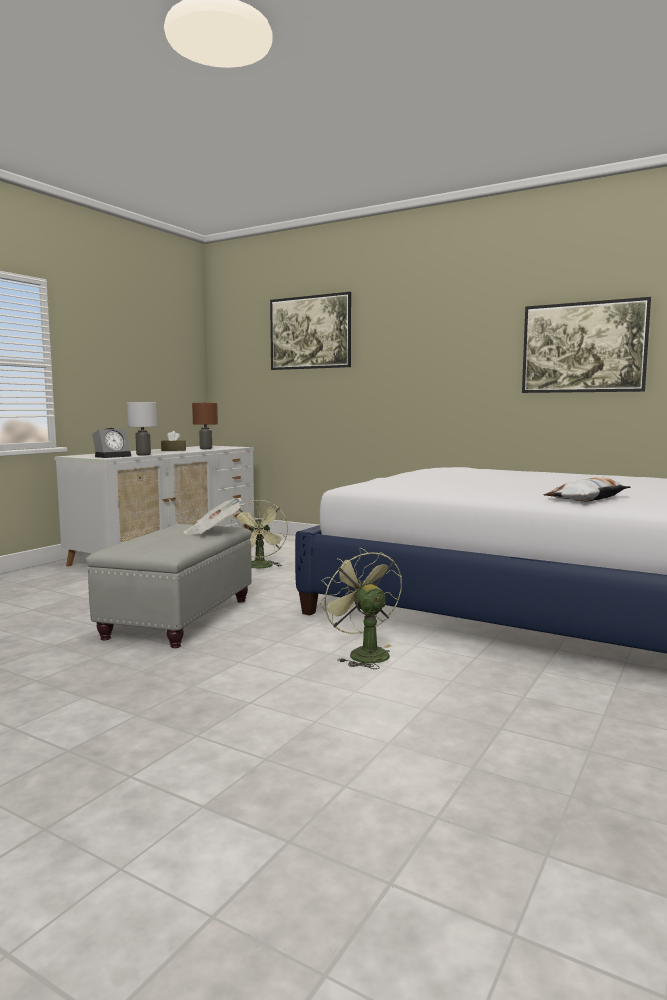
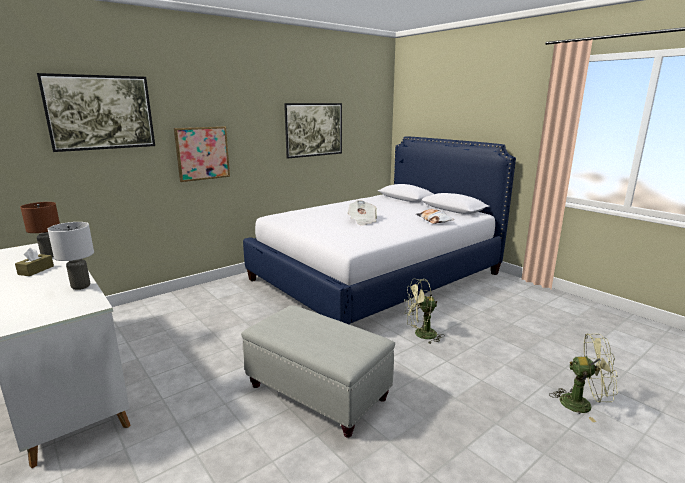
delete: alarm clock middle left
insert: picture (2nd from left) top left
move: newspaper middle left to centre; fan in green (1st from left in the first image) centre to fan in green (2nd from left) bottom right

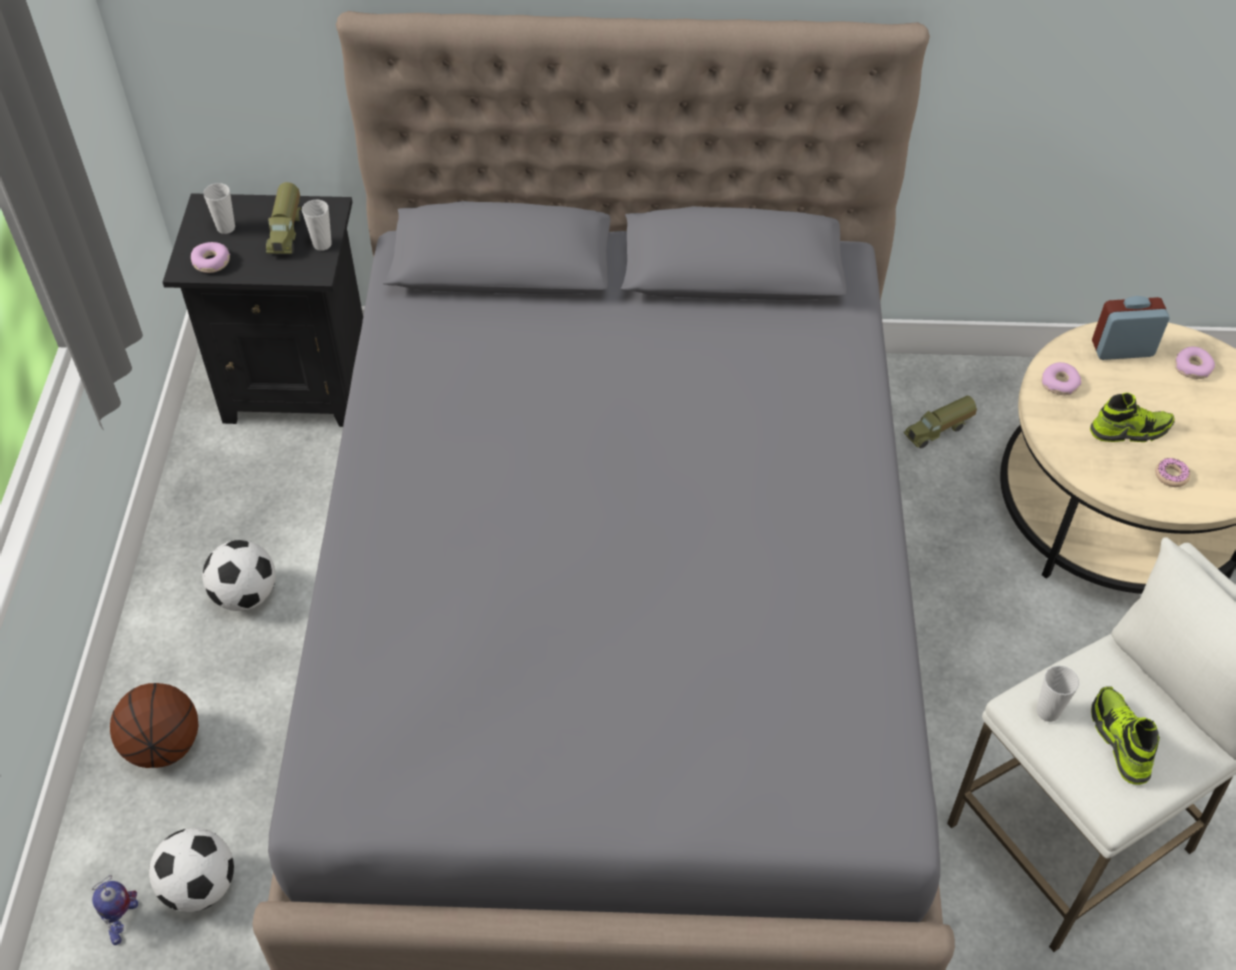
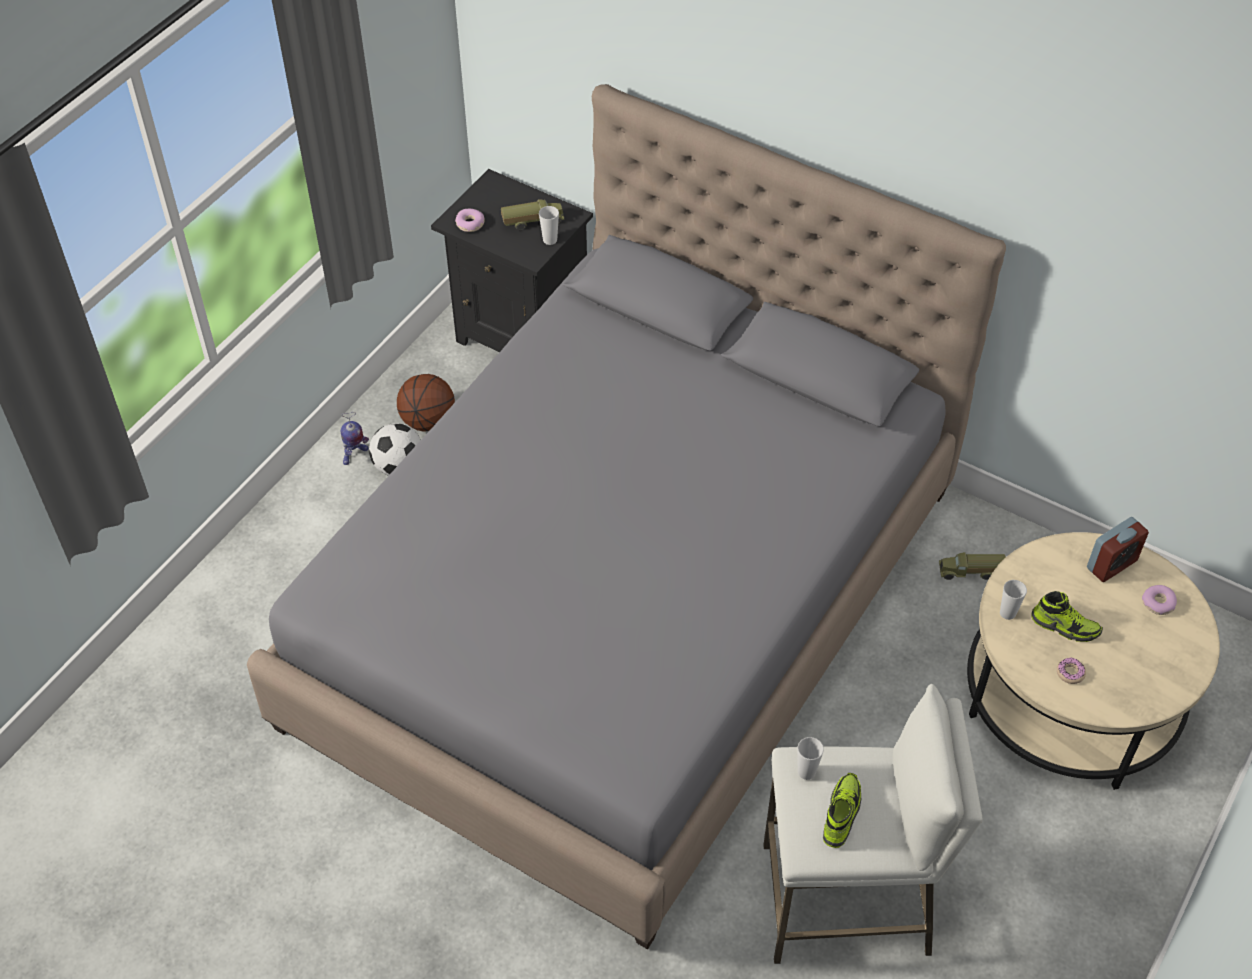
delete: football (1st from left) bottom left; donut (2nd from left) middle right
move: toy robot bottom left to middle left; basketball bottom left to centre; cup (1st from left in the first image) top left to cup (3rd from left) middle right
rotate: toy truck (1st from left) top left = top centre 135 degrees counterclockwise; alarm clock middle right = middle right 120 degrees clockwise

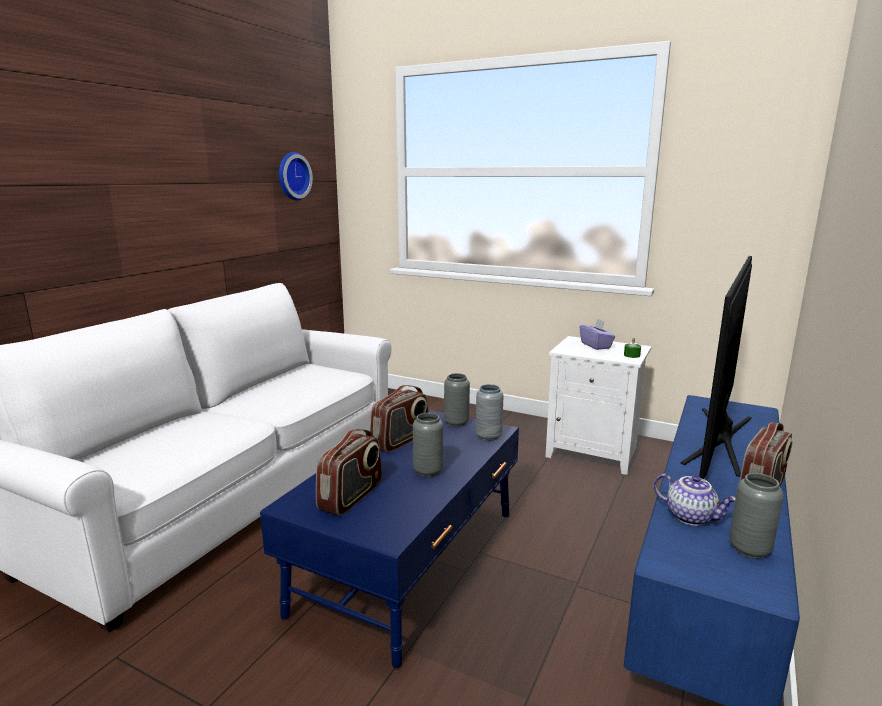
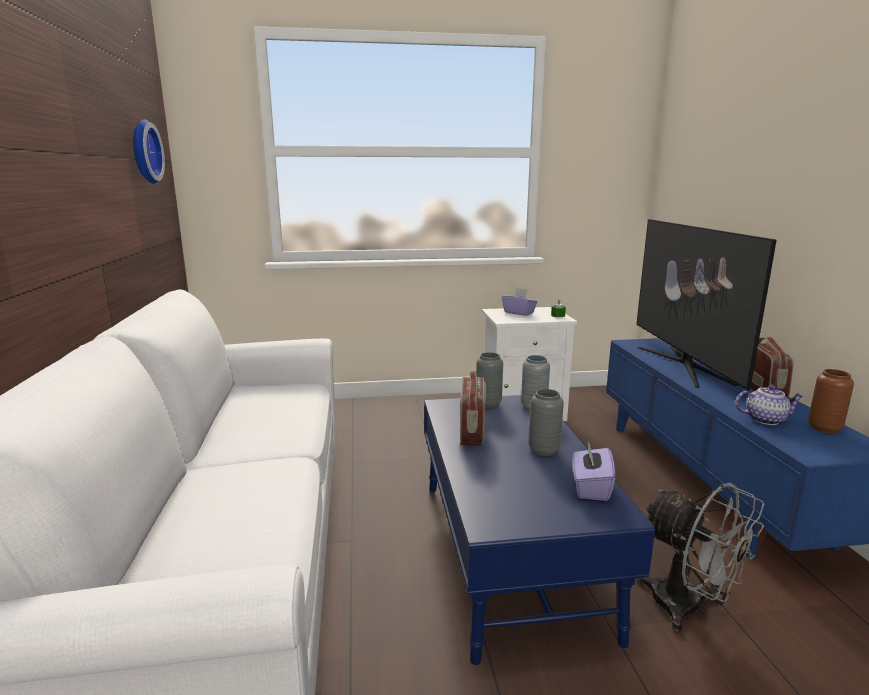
delete: radio (1st from left) bottom centre
insert: tissue box in purple (2nd from left) bottom right; fan in grey bottom right
recolor: vase in grey (4th from left) bottom right to vase in brown middle right

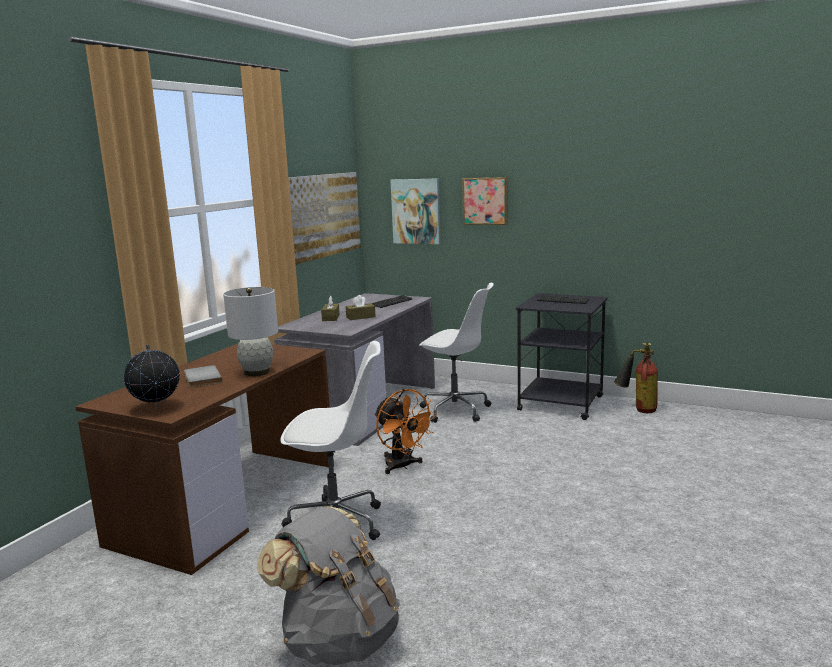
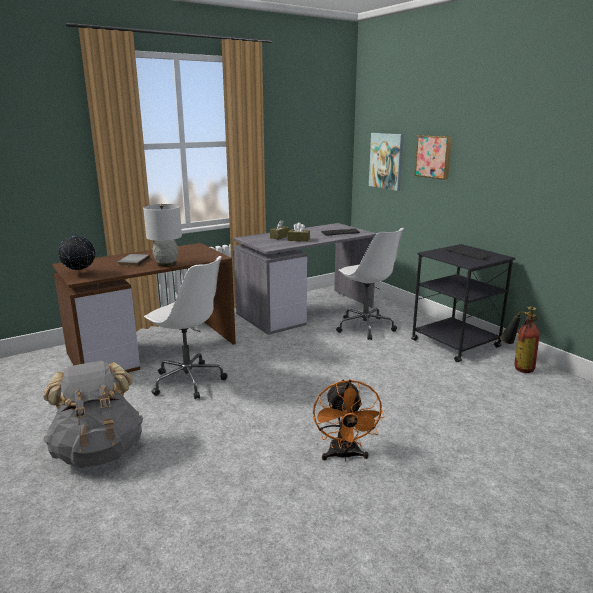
delete: picture (1st from left) top centre
move: fan in orange centre to bottom centre

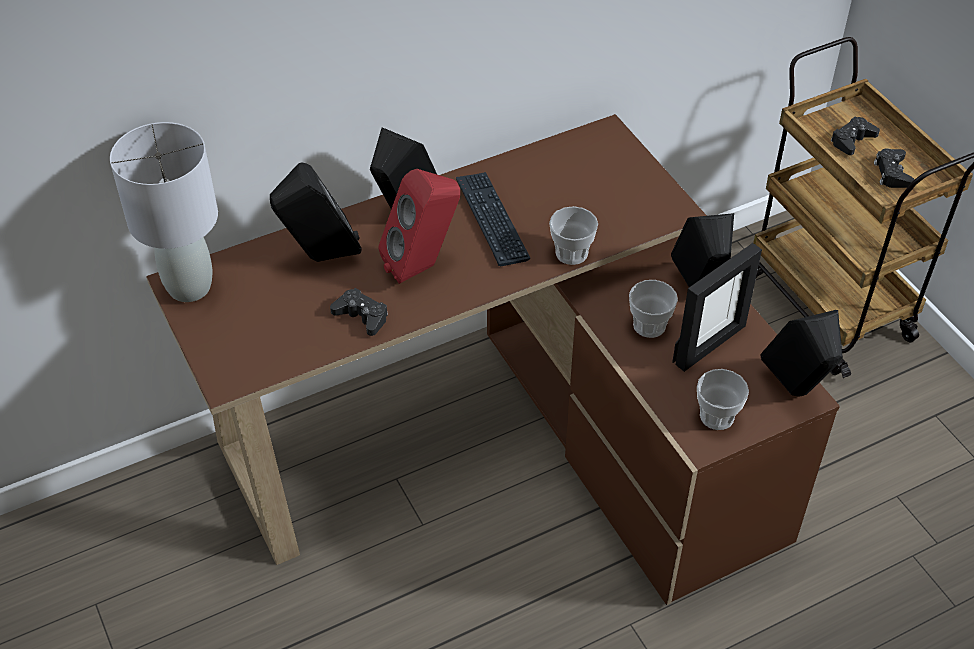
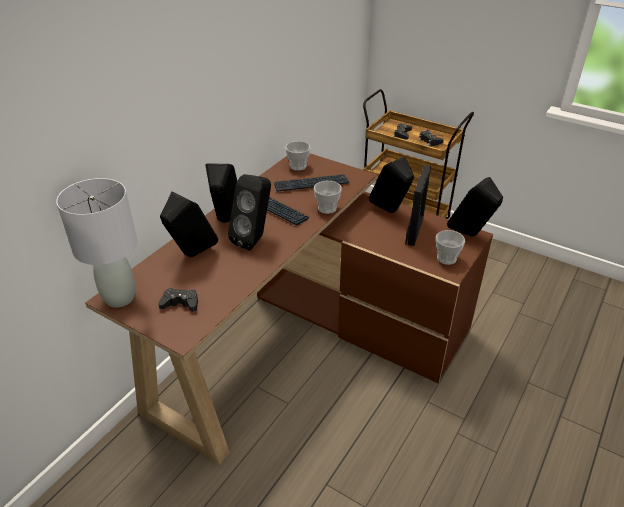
insert: keyboard (2nd from left) centre
move: game controller in black (1st from left) centre to middle left; cup (2nd from left in the first image) middle right to cup (1st from left) top centre
recolor: speaker in red centre to speaker in black (3rd from left) centre

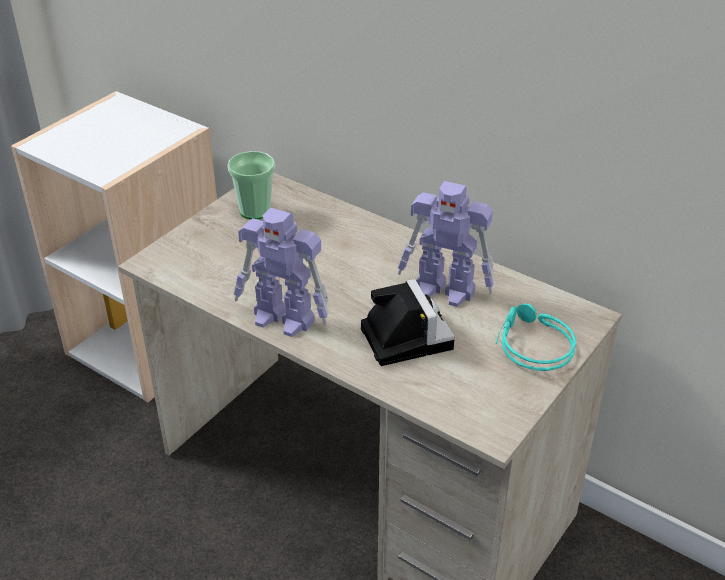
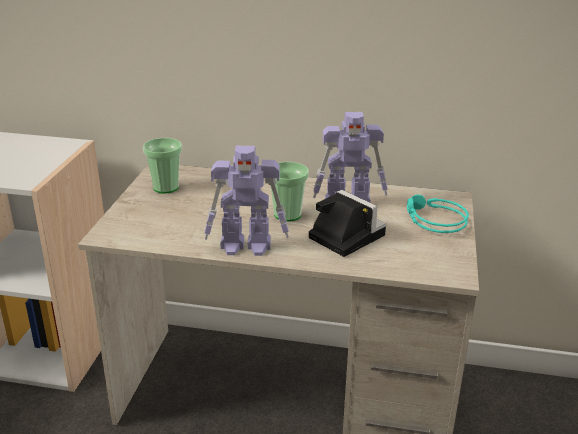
insert: cup (2nd from left) centre

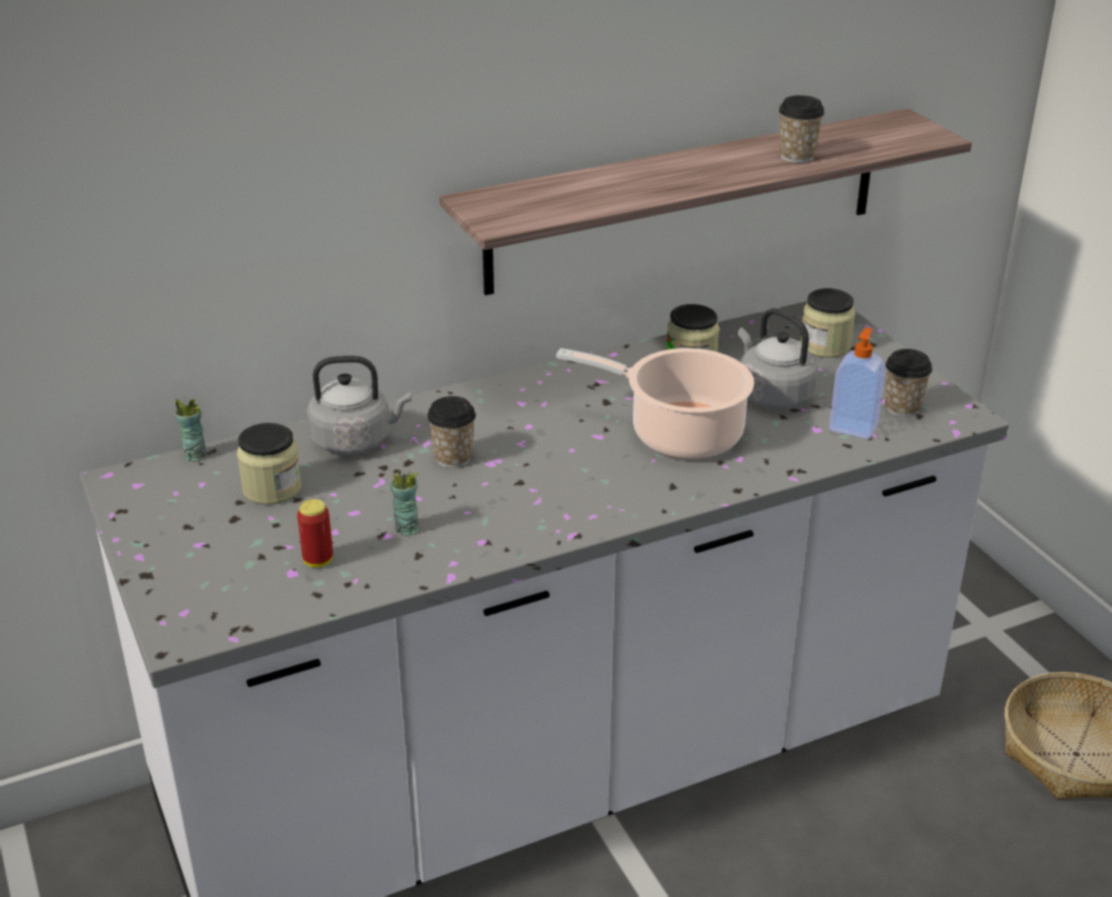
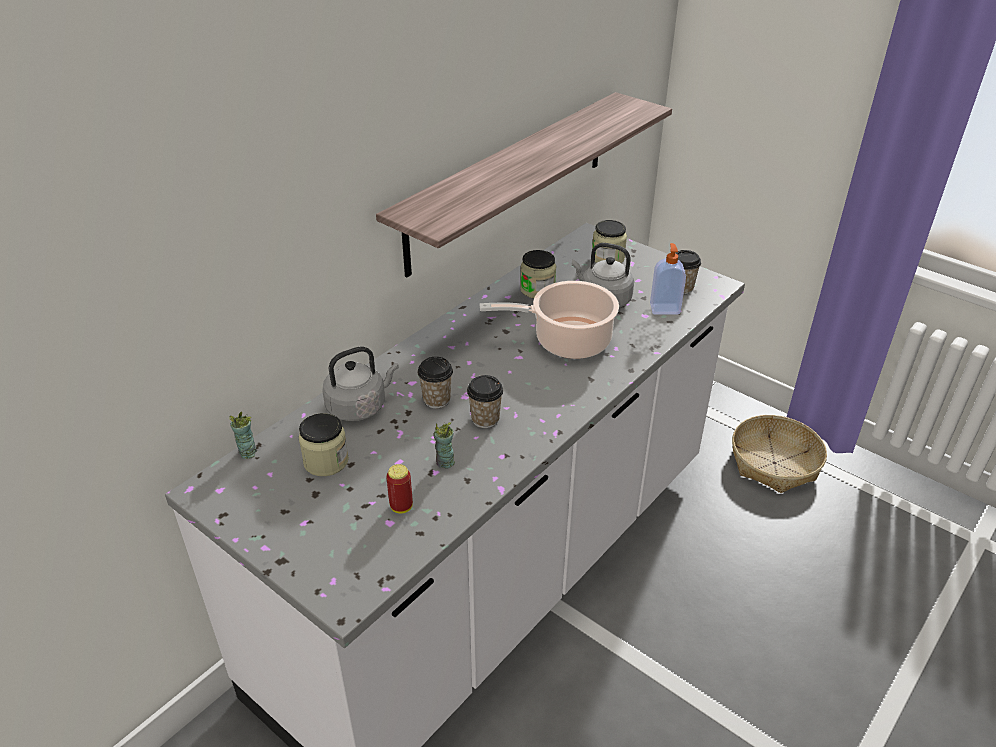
move: cup (4th from left) top right to centre

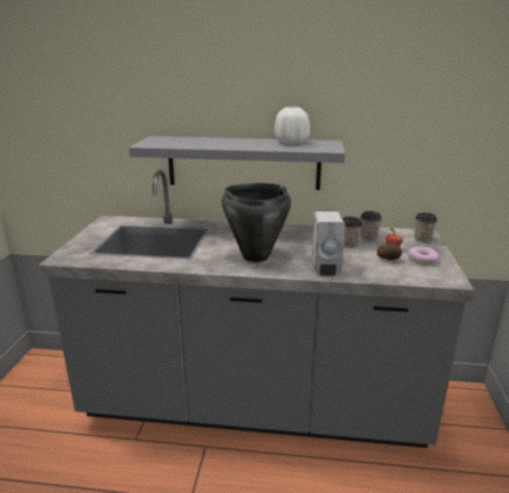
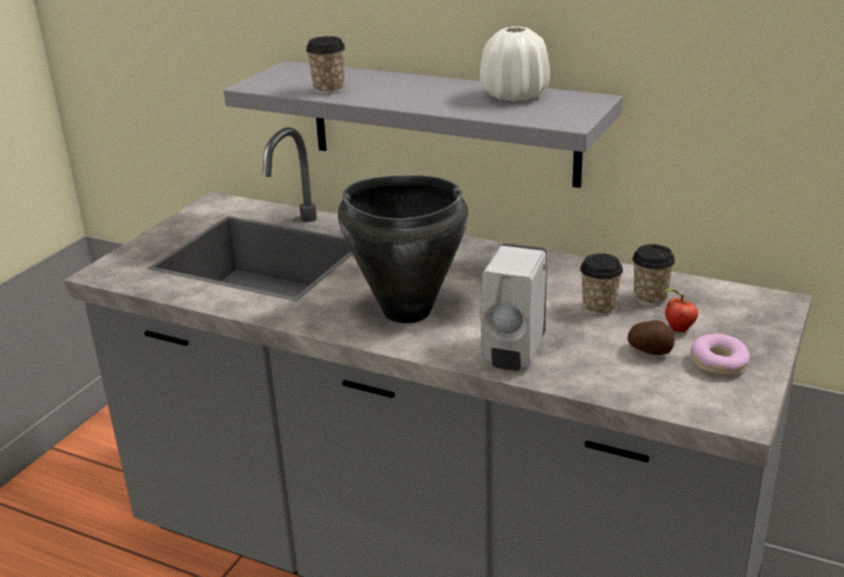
move: cup (3rd from left in the first image) middle right to cup (1st from left) top centre

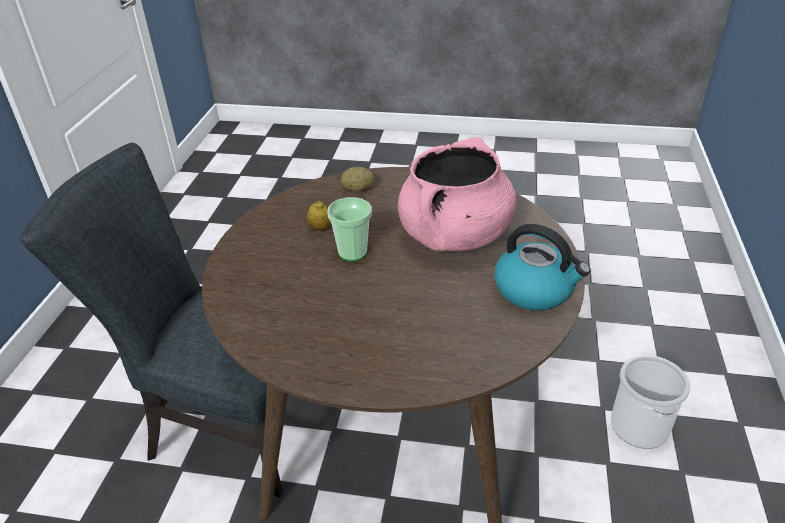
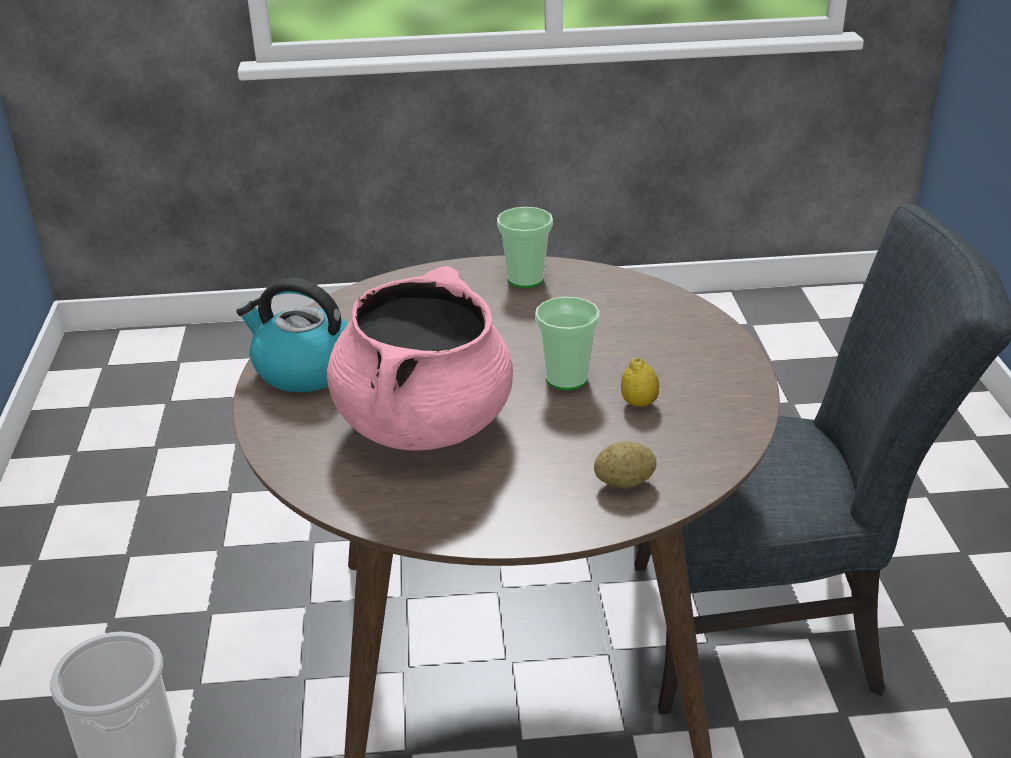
insert: cup (1st from left) top centre

